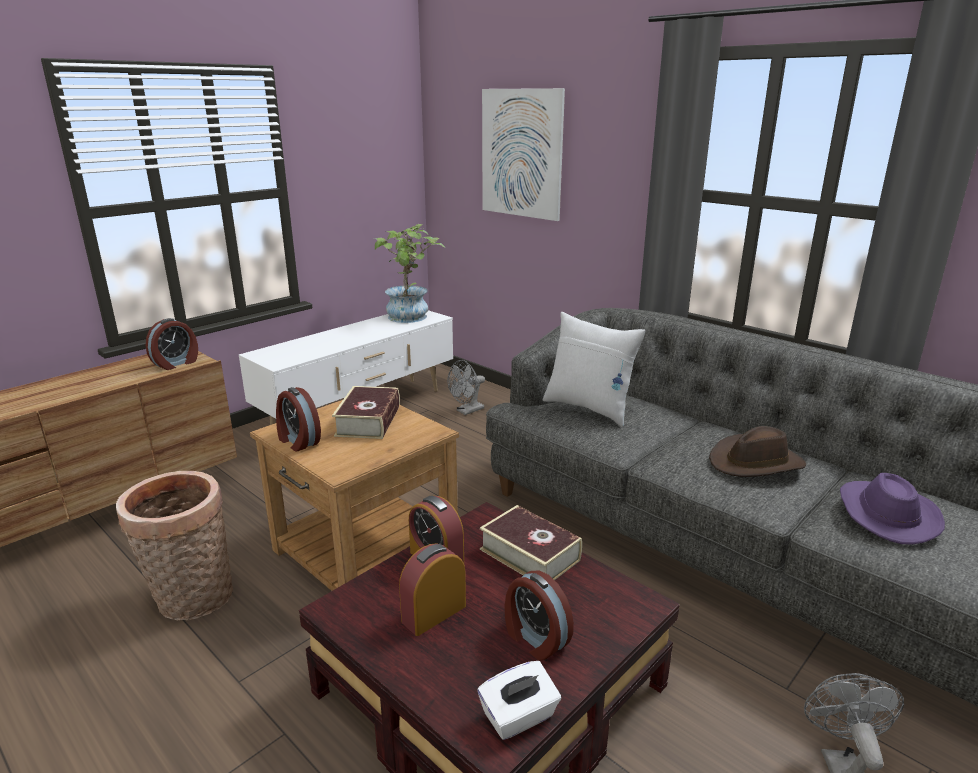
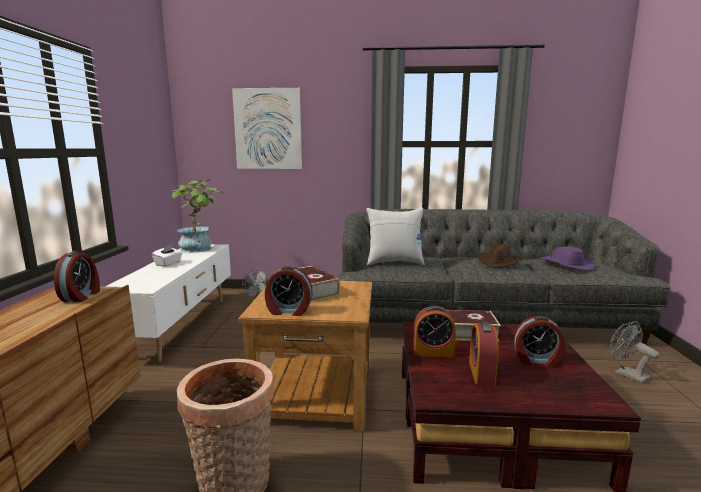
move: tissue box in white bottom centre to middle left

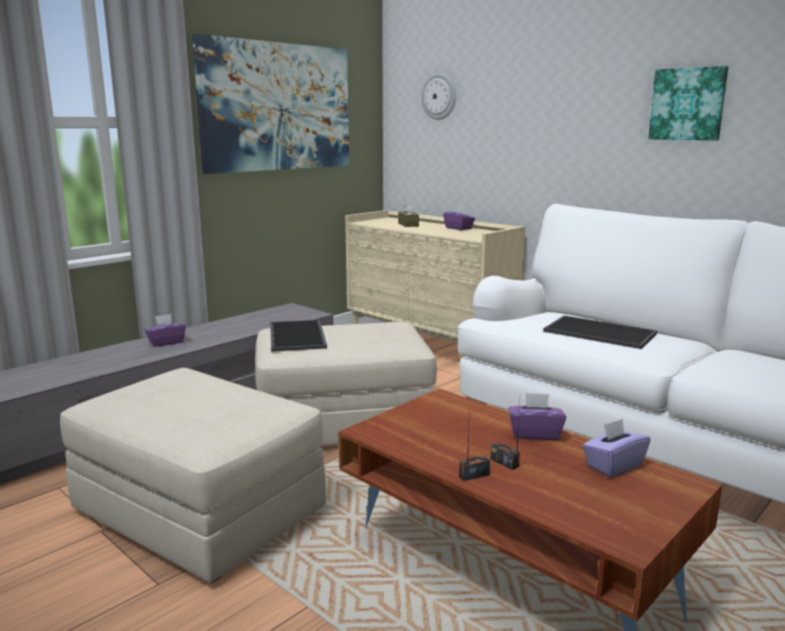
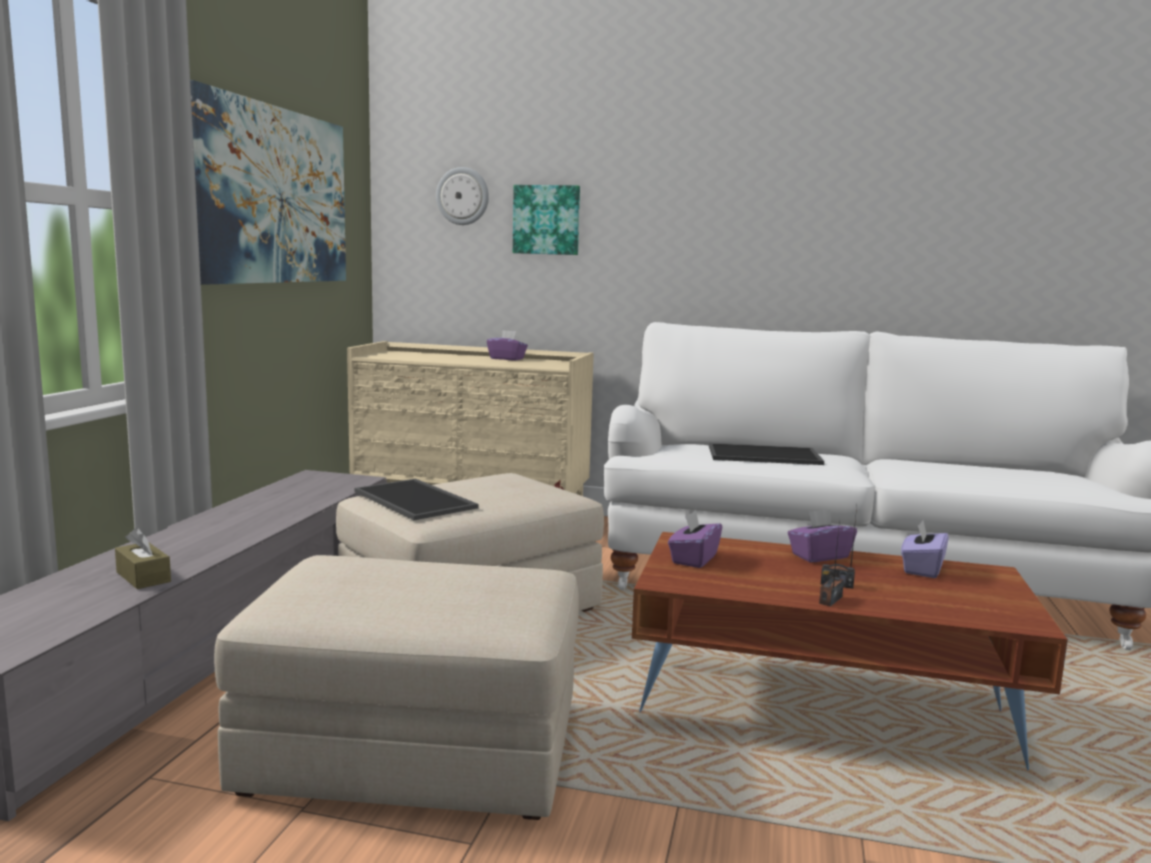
move: tissue box in purple (1st from left in the first image) middle left to tissue box in purple (2nd from left) centre; tissue box in brown centre to middle left; picture (2nd from left) top right to top centre

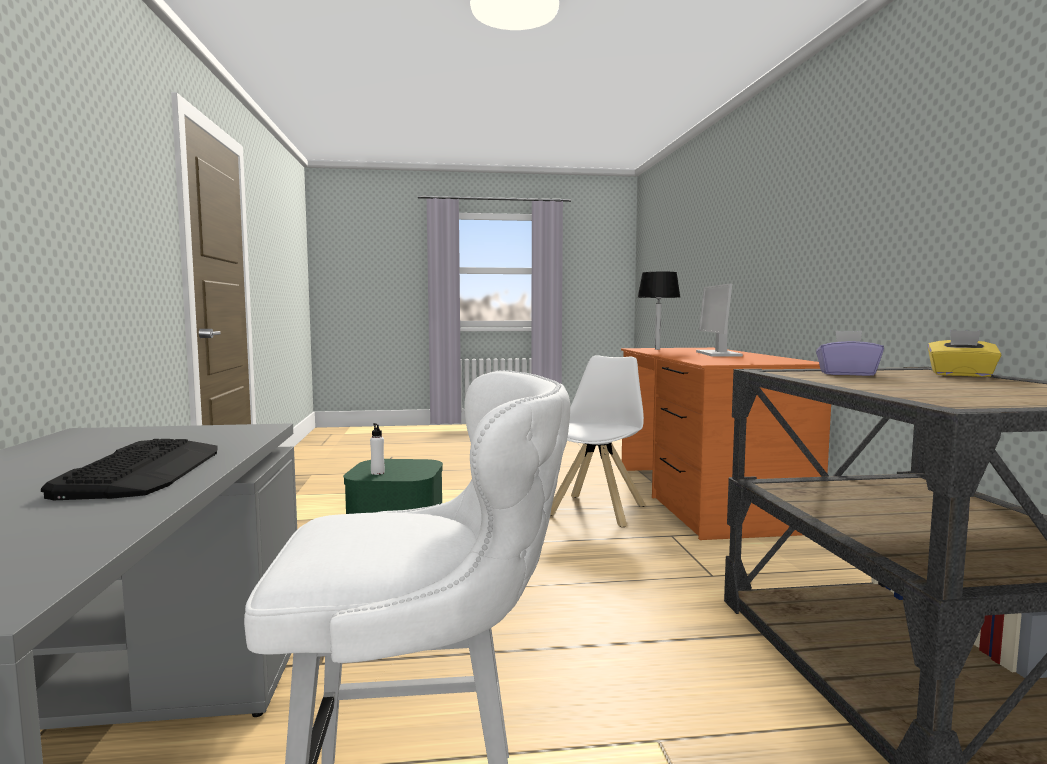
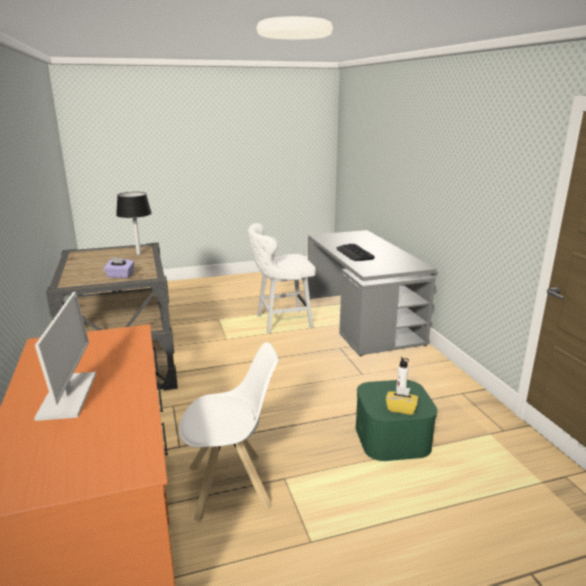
move: table lamp in black centre to middle left; tissue box in yellow middle right to bottom right
rotate: chair in white centre = bottom centre 120 degrees counterclockwise

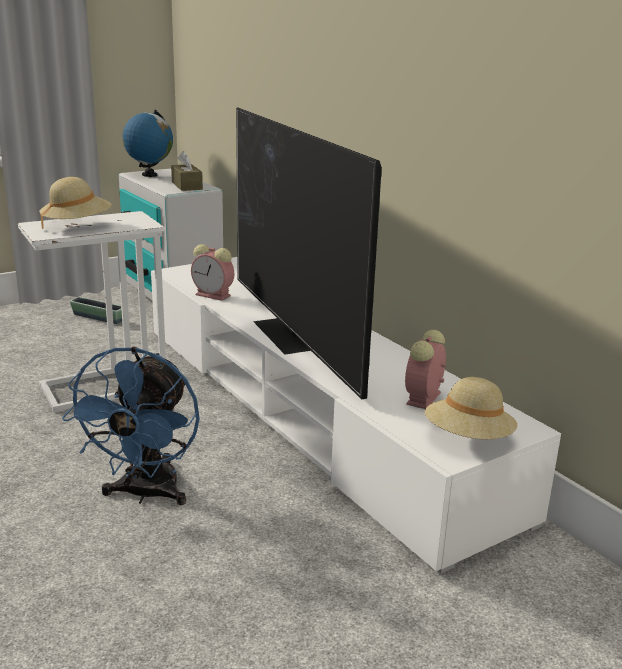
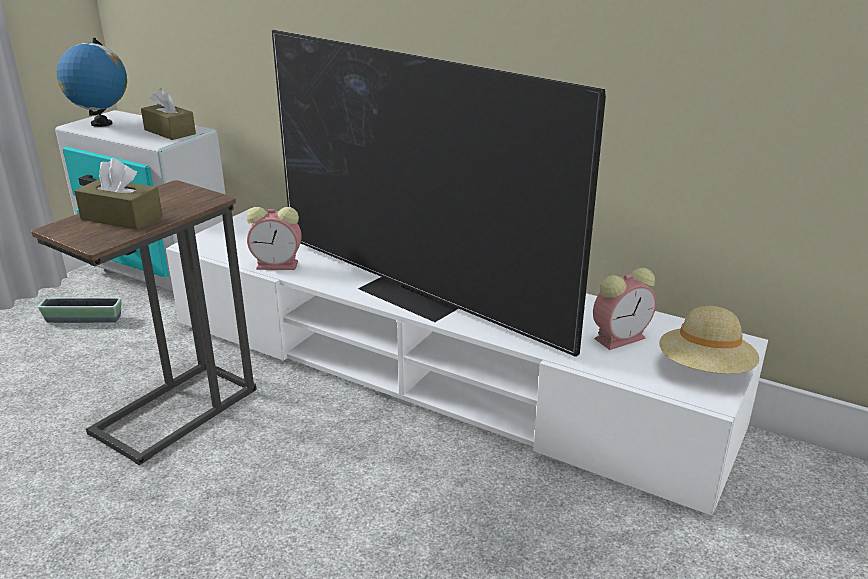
delete: fan in blue middle left
replace: hat in beige (1st from left) top left to tissue box in brown (1st from left) middle left
recolor: side table in white middle left to side table in brown middle left
rotate: alarm clock (2nd from left) middle right = middle right 120 degrees counterclockwise

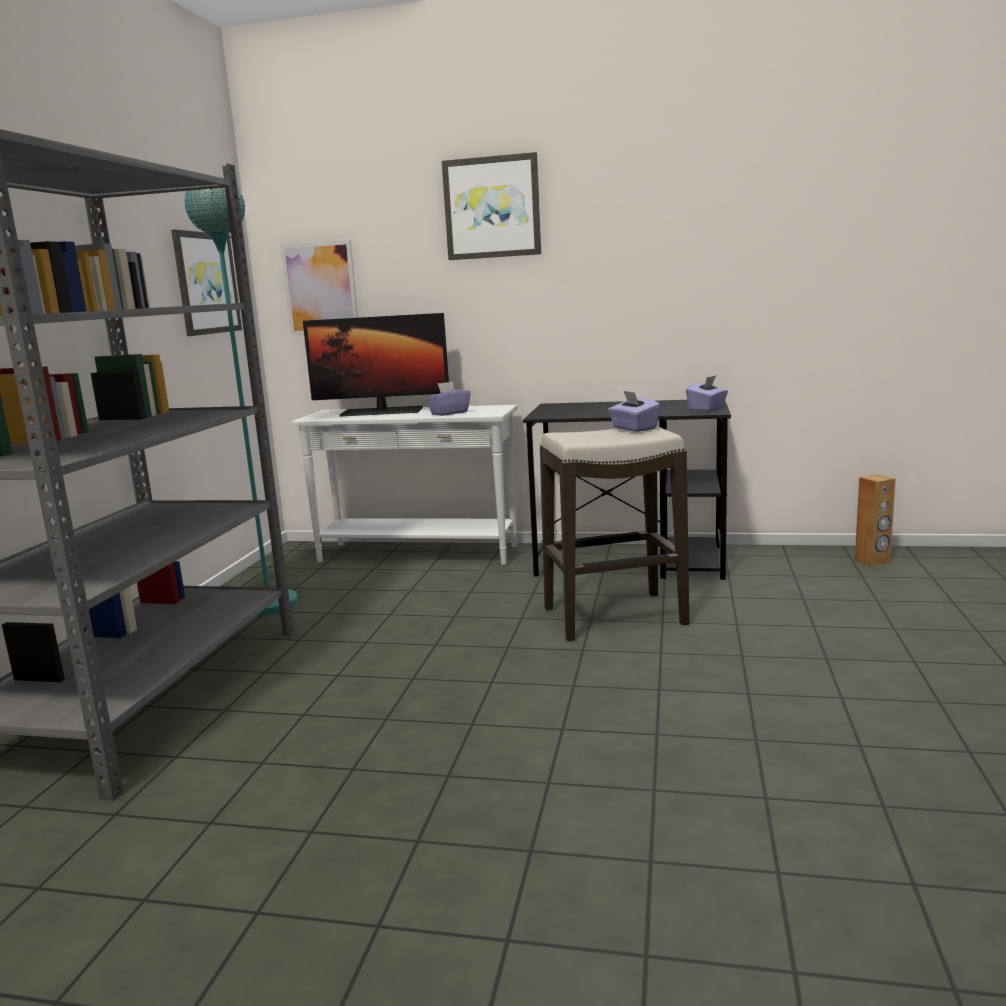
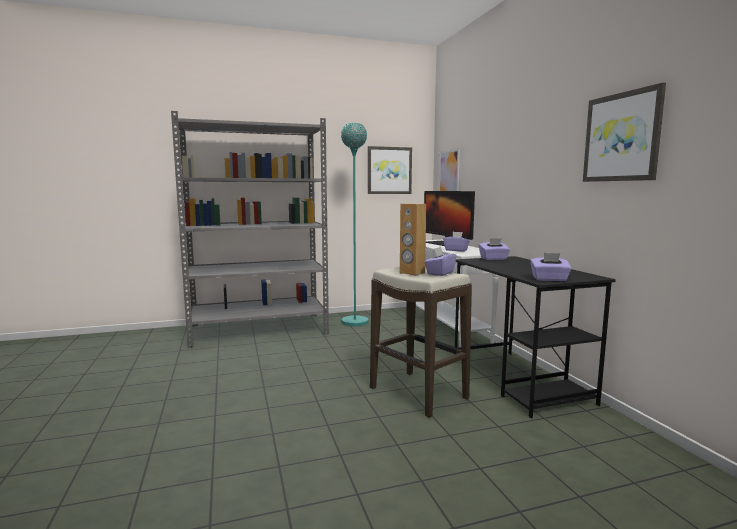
insert: tissue box in purple (3rd from left) middle right
move: picture (3rd from left) top centre to top right; speaker in brown middle right to centre

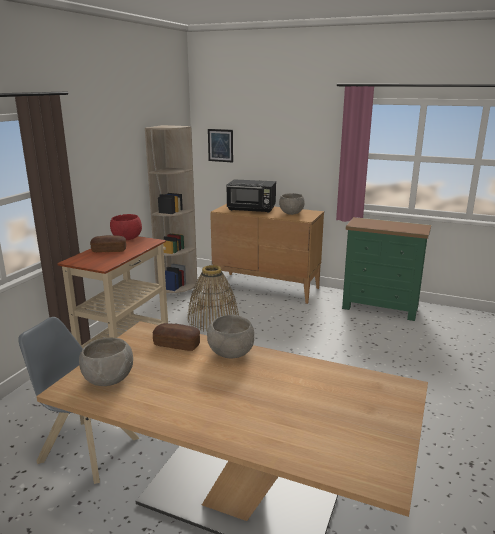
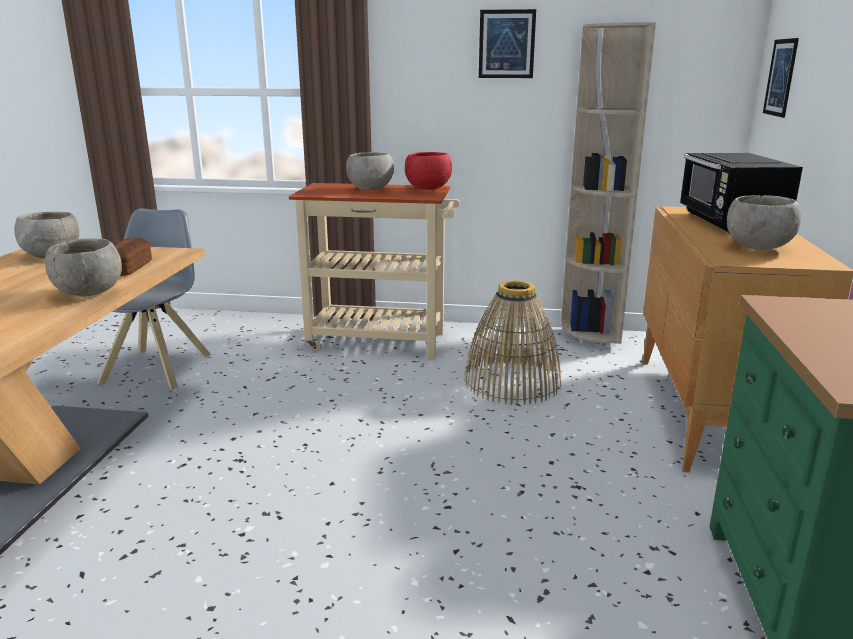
insert: picture (1st from left) top centre
replace: bread (1st from left) middle left to bowl in grey (3rd from left) top centre

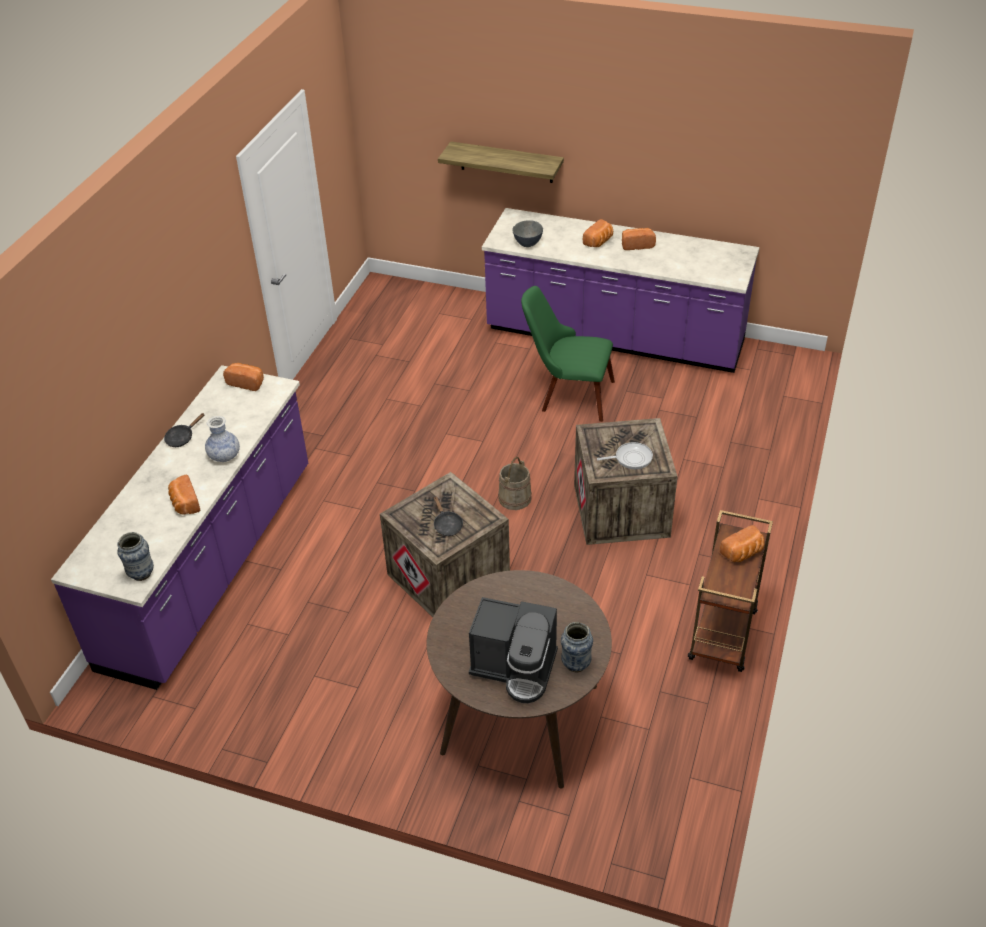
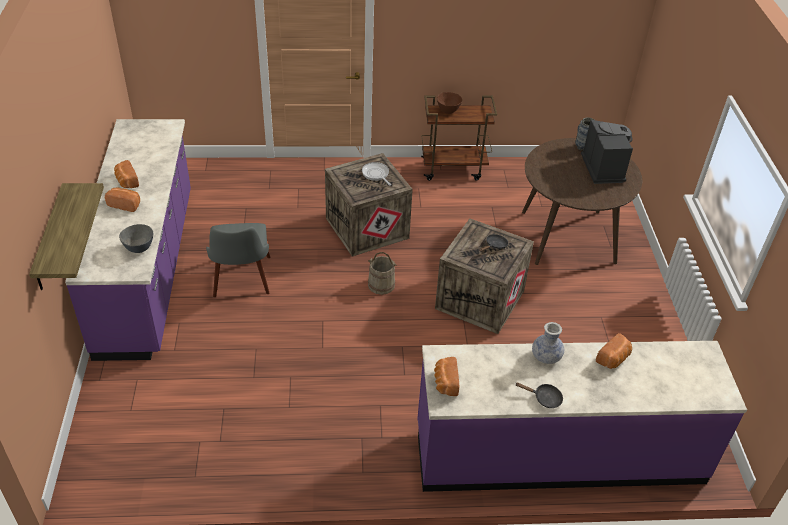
delete: vase (1st from left) middle left
replace: bread (5th from left) middle right to bowl in brown top centre
recolor: chair in green centre to chair in grey middle left

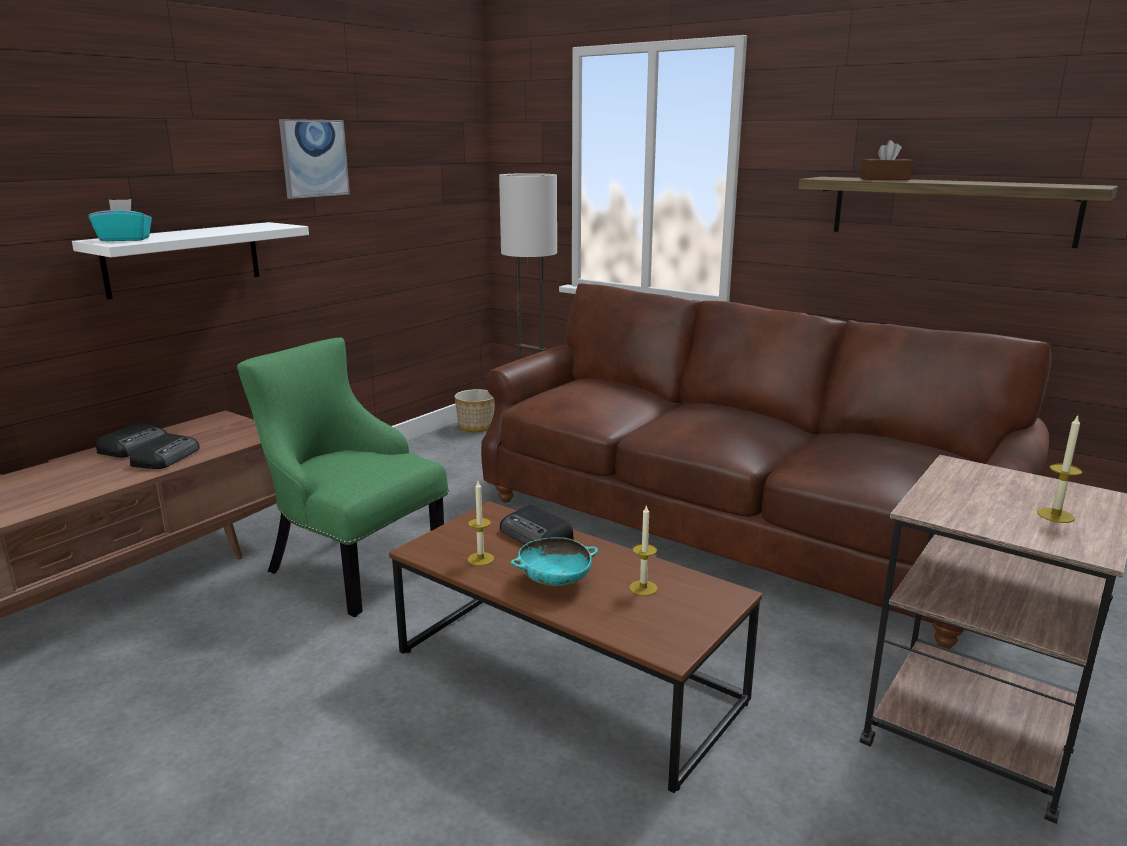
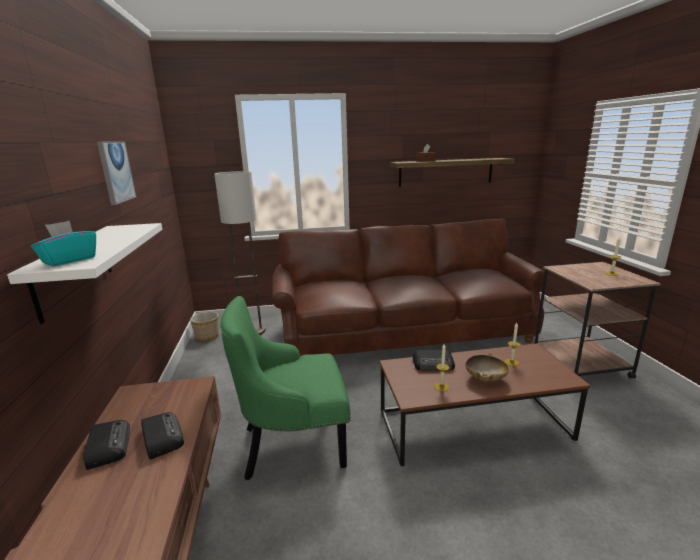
recolor: bowl in turquoise centre to bowl in beige middle right

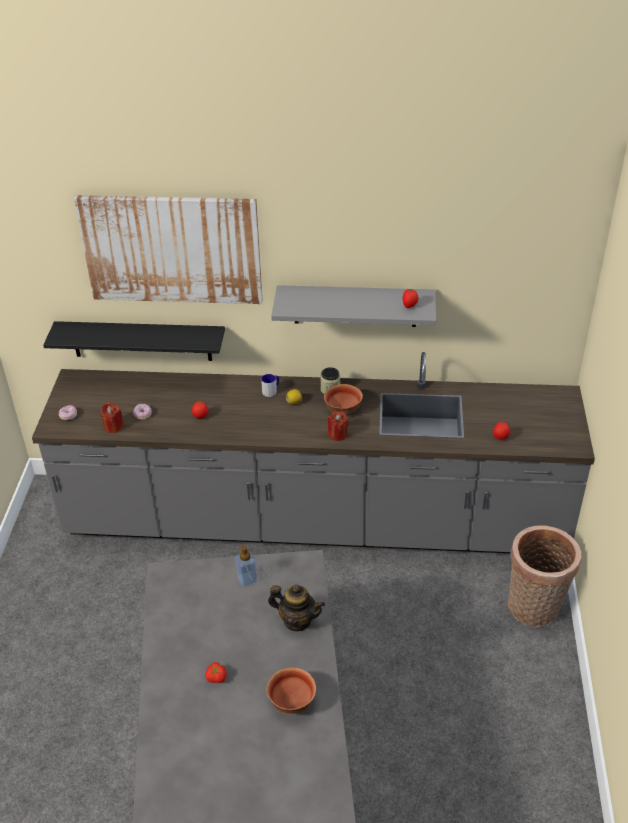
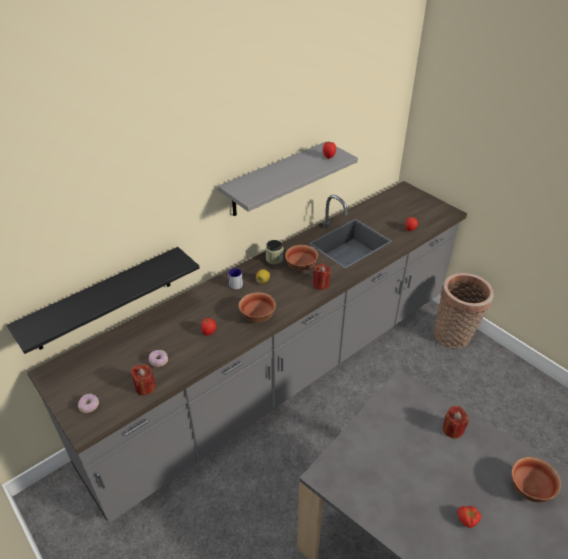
delete: picture top left; soap dispenser bottom centre
insert: bowl (1st from left) centre
replace: teapot bottom centre to candle in red (3rd from left) bottom right

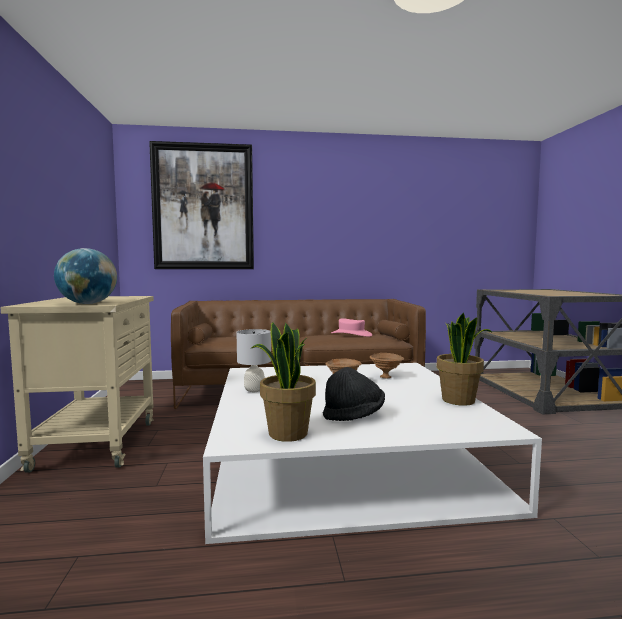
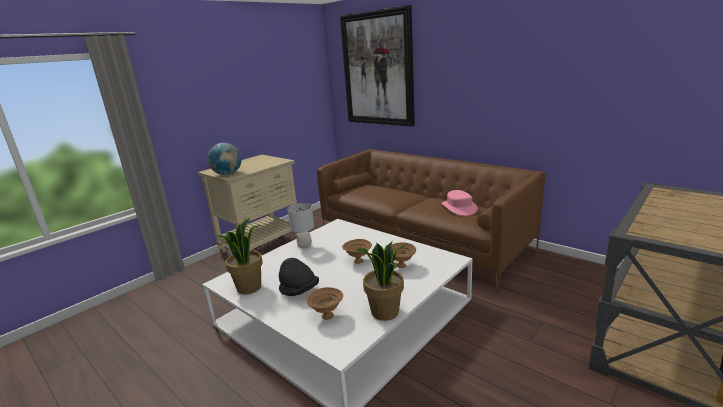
insert: bowl in brown (1st from left) bottom centre

